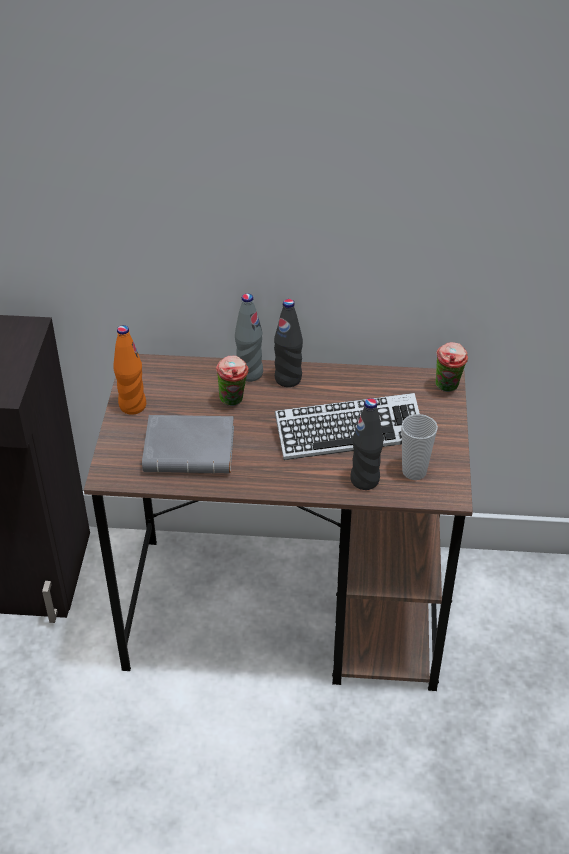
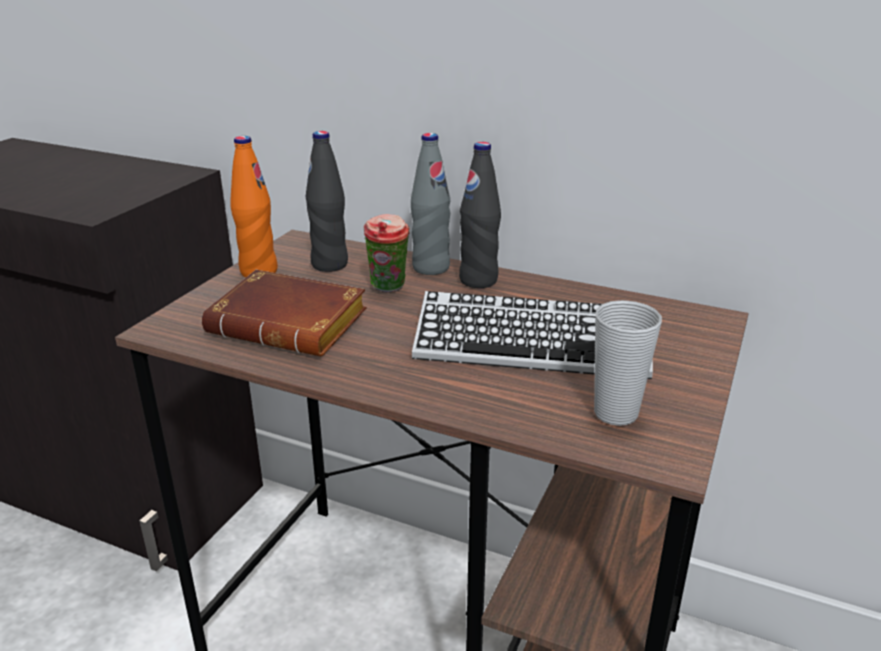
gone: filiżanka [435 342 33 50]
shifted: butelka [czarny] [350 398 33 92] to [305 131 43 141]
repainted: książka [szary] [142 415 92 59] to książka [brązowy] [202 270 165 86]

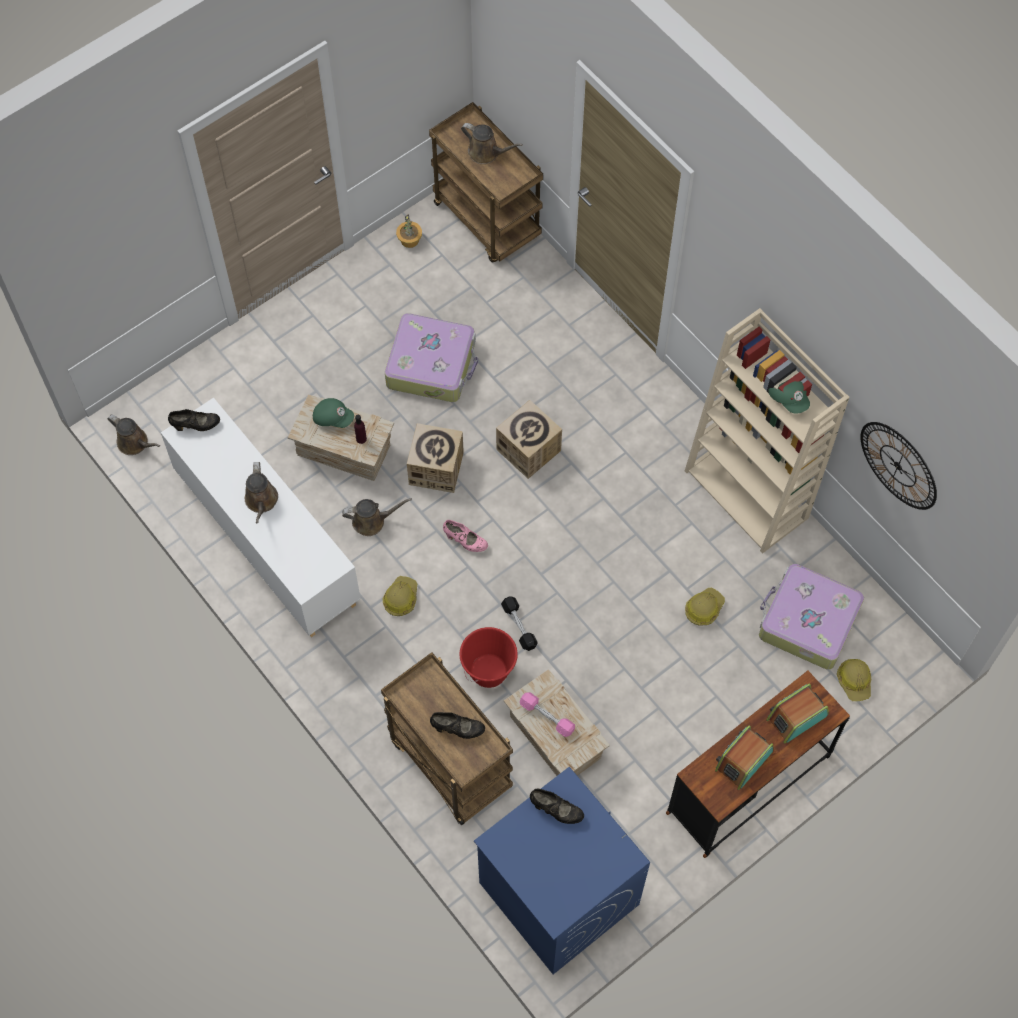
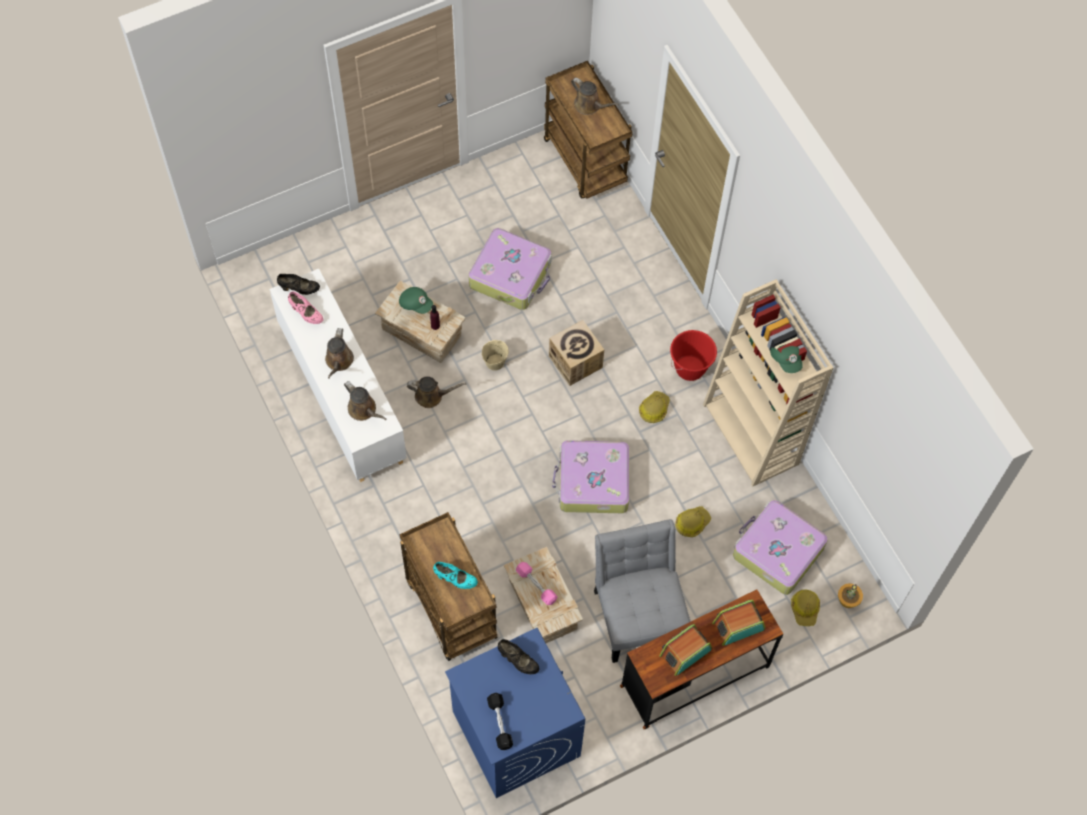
gone: zegar ścienny [860 422 77 88]
new: walizka [552 440 77 73]; krzesło [szary] [594 519 97 144]
shifted: konewka [brązowy] [107 414 53 41] to [344 381 43 40]; kask [382 576 35 40] to [639 391 31 32]; roślina doniczkowa [396 214 26 34] to [838 583 25 25]; but [różowy] [443 520 45 32] to [288 291 35 33]; wiadro [czerwony] [460 627 58 61] to [670 330 47 51]; hantel [czarny] [501 596 36 55] to [487 693 26 57]
swapped: karton [407 423 57 70] to wiadro [beżowy] [482 340 27 31]
repainted: but [czarny] [430 712 55 27] to but [turkusowy] [433 562 45 27]

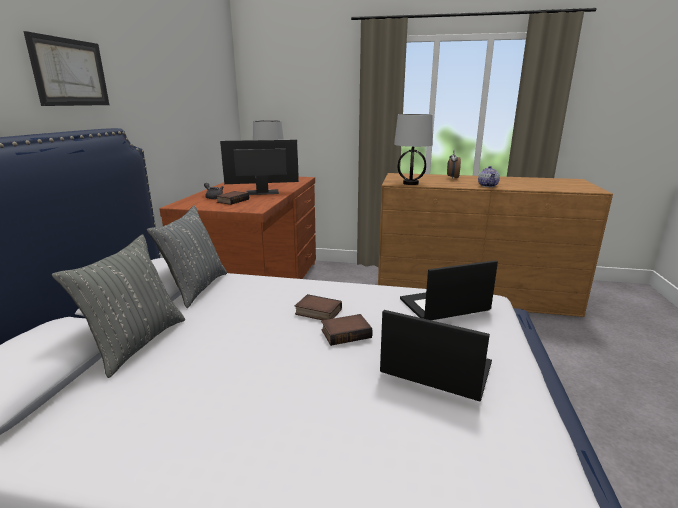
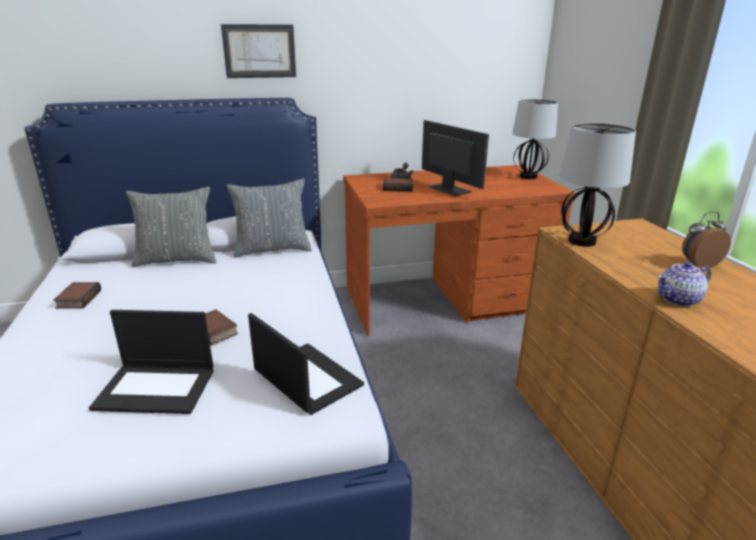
shifted: książka [295 294 47 26] to [53 282 48 27]
rotated: laptop [380 310 112 91] = [89 310 125 104] 90 degrees clockwise

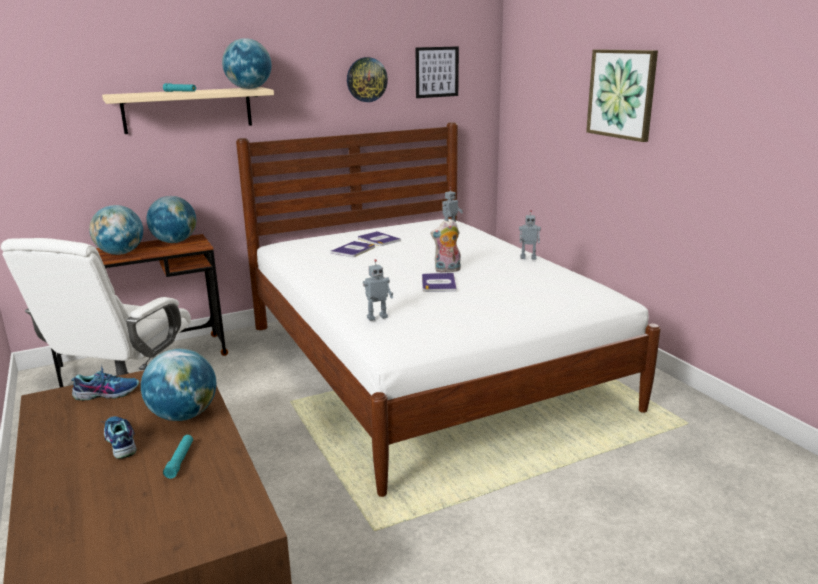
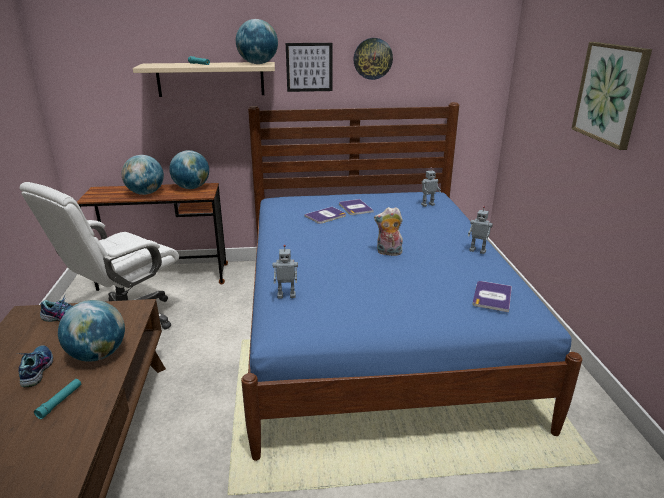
shifted: obraz [415 46 44 52] to [286 43 46 49]; książka [422 273 35 19] to [473 281 39 31]
repainted: łóżko [biały] [236 122 425 375] to łóżko [niebieski] [241 102 341 359]

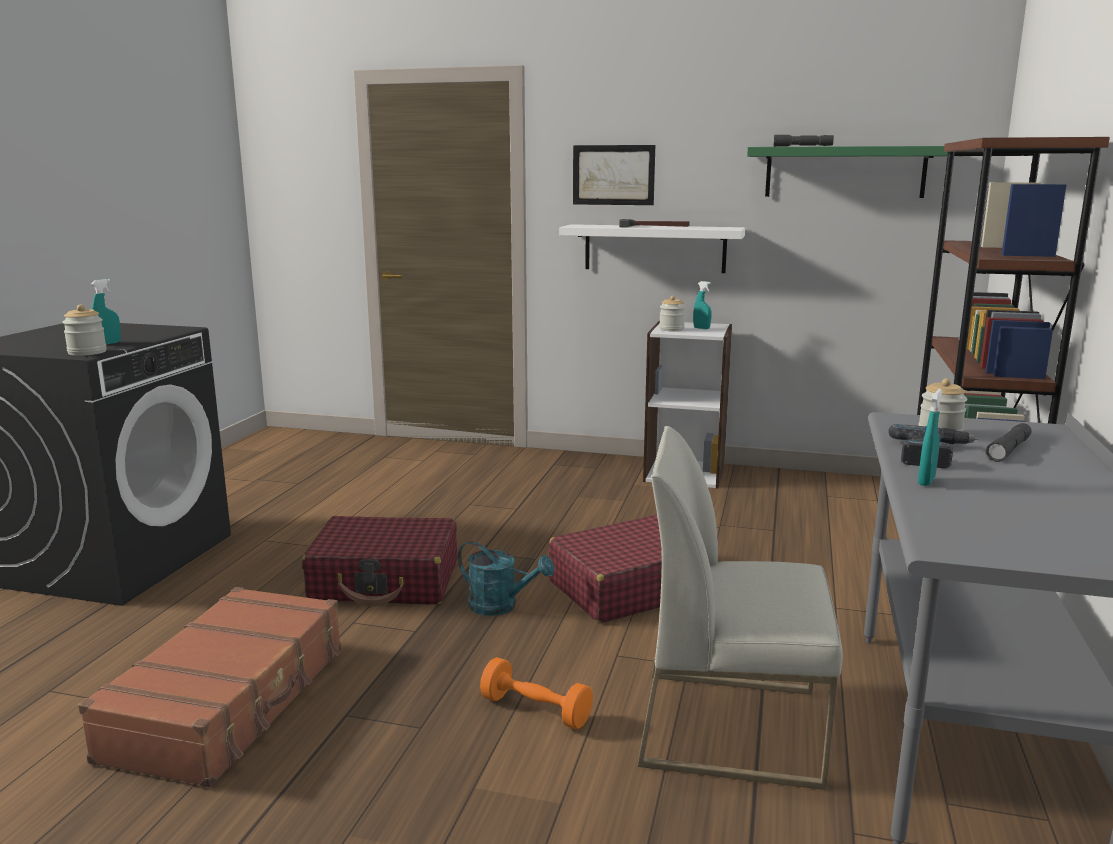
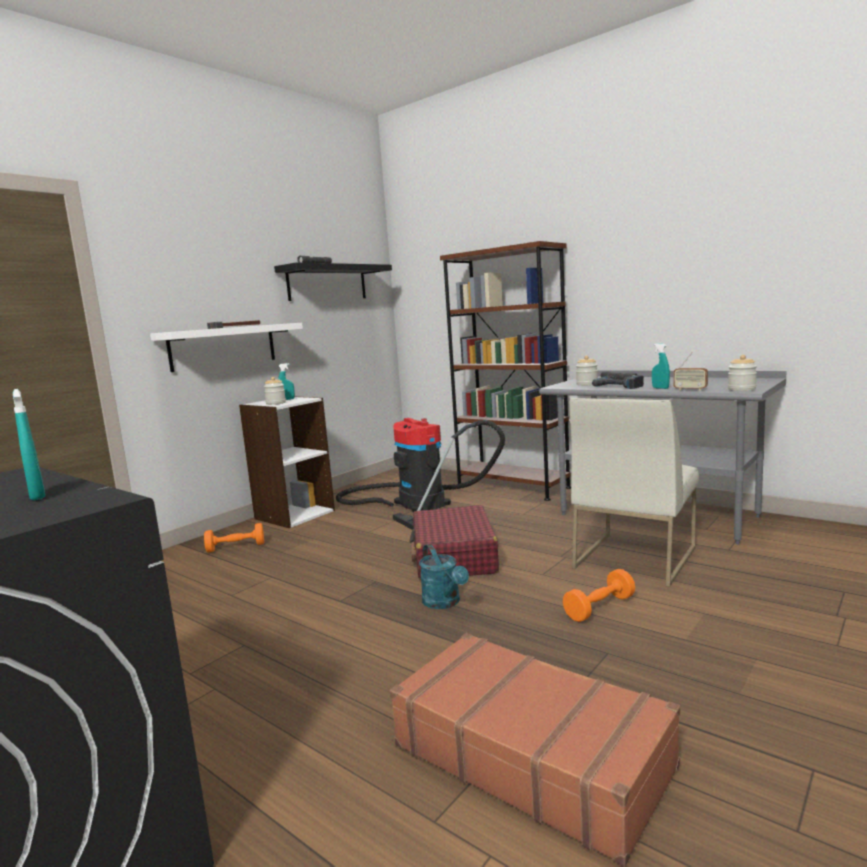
gone: walizka [czerwony] [302 516 155 90]; obraz [573 145 82 60]
new: hantel [pomarańczowy] [204 523 60 29]; odkurzacz [336 418 169 112]; radio [673 352 35 39]
shifted: słoik [62 304 45 52] to [728 355 29 36]
repainted: półka [zielony] [747 146 201 52] to półka [czarny] [274 262 118 39]
rotated: konewka [turkusowy] [458 541 96 75] = [419 544 50 65] 105 degrees clockwise

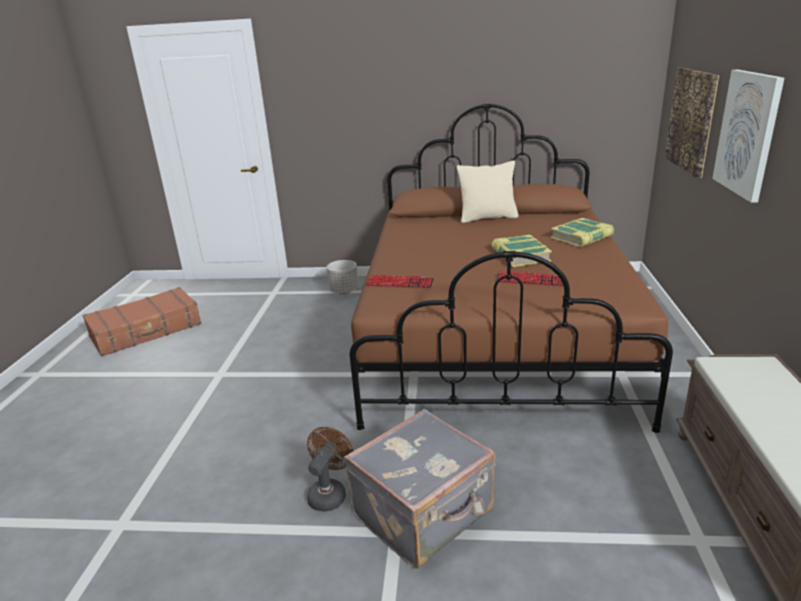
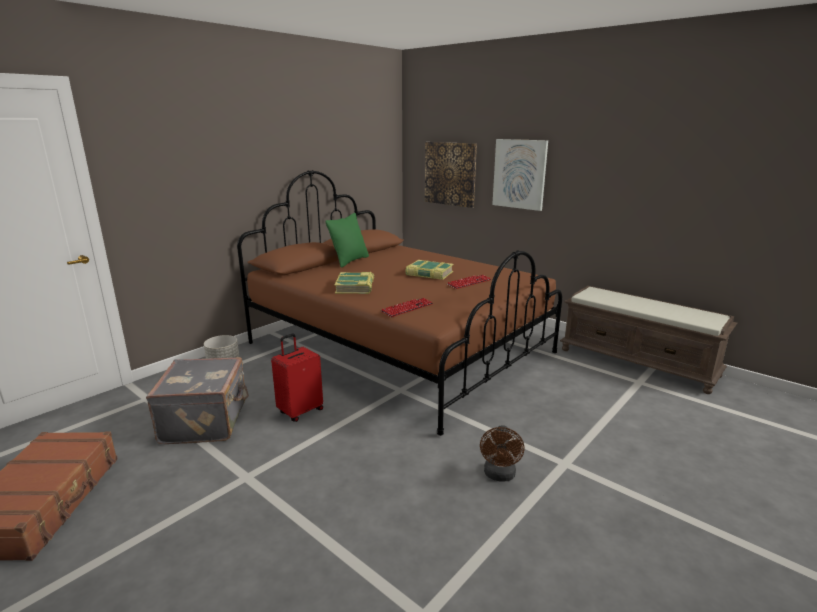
new: walizka [czerwony] [271 334 52 88]
shifted: walizka [szary] [344 409 152 160] to [146 357 103 87]; książka [550 218 64 29] to [335 272 39 22]
repainted: poduszka [beżowy] [457 161 61 62] to poduszka [zielony] [325 213 44 55]
rotated: wentylator [brązowy] [307 427 46 85] = [480 425 45 57] 135 degrees counterclockwise

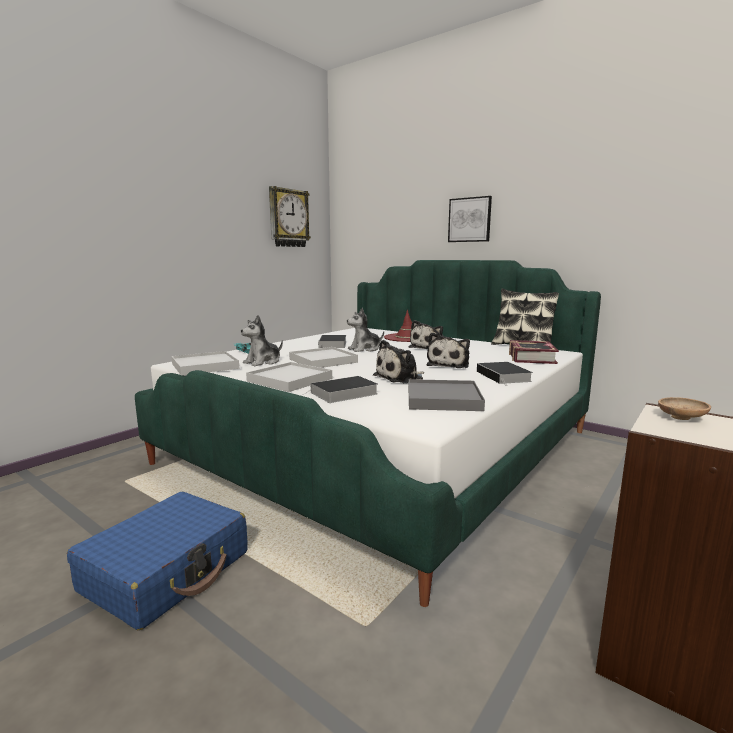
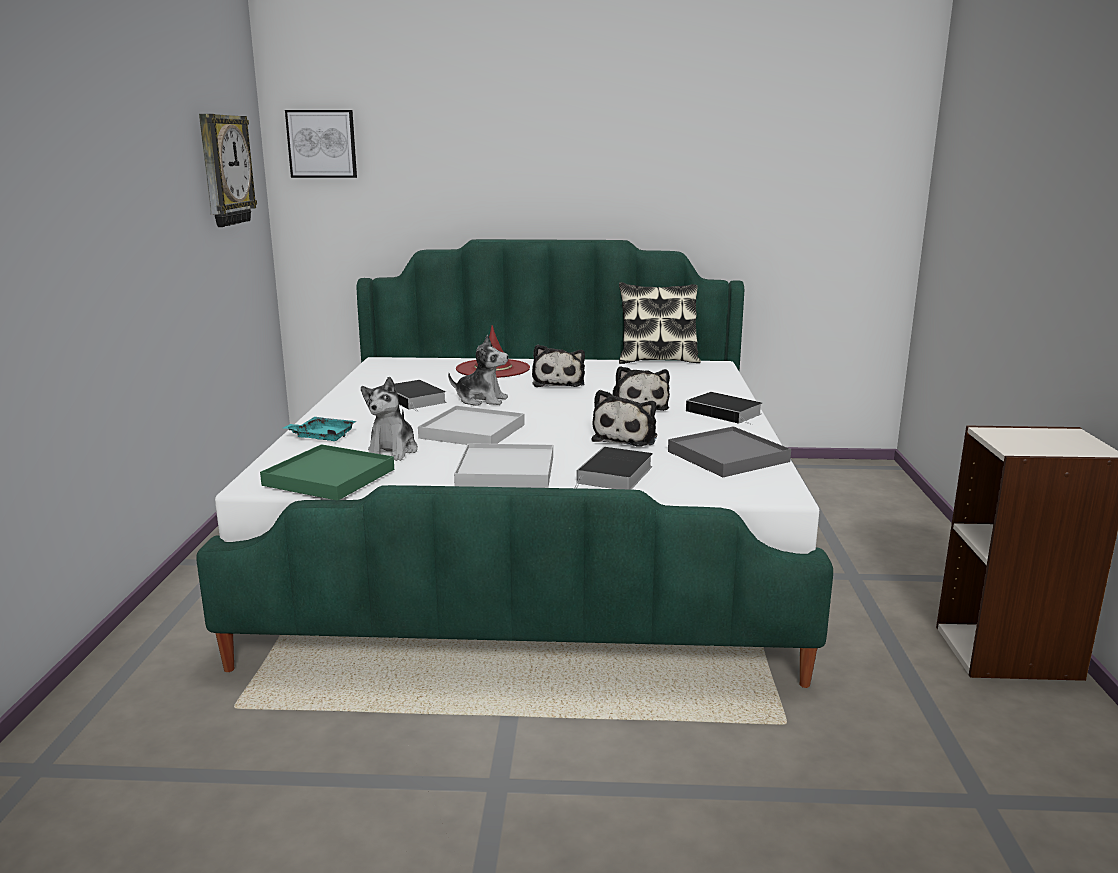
gone: walizka [niebieski] [67 492 181 138]; książka [509 340 50 24]; miska [brązowy] [658 397 53 23]
shifted: obraz [448 196 44 46] to [285 110 72 68]
repainted: taca [biały] [172 351 67 25] to taca [zielony] [260 444 134 57]
rotated: pluszak [347 308 37 44] = [448 335 61 71] 105 degrees counterclockwise

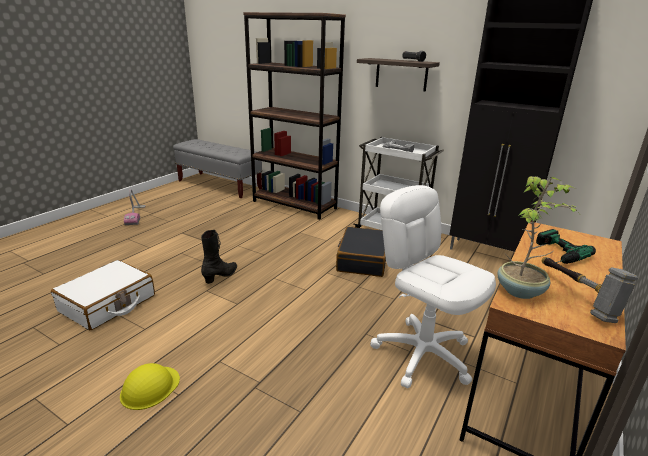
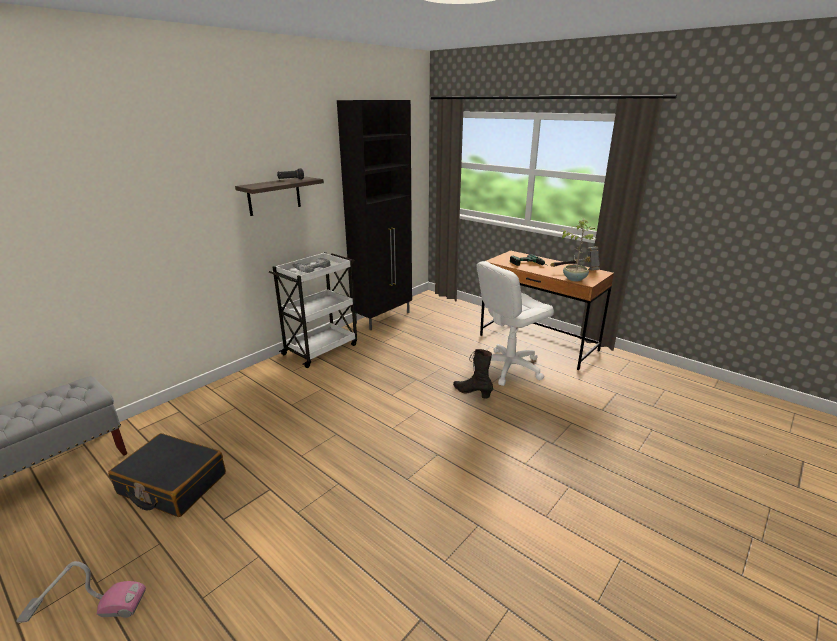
gone: walizka [biały] [51 260 104 70]; kask [żółty] [120 363 60 47]; regał [brązowy] [243 12 103 208]
shifted: but z cholewką [czarny] [201 230 36 54] to [453 349 40 50]; walizka [czarny] [336 227 50 50] to [108 433 118 84]

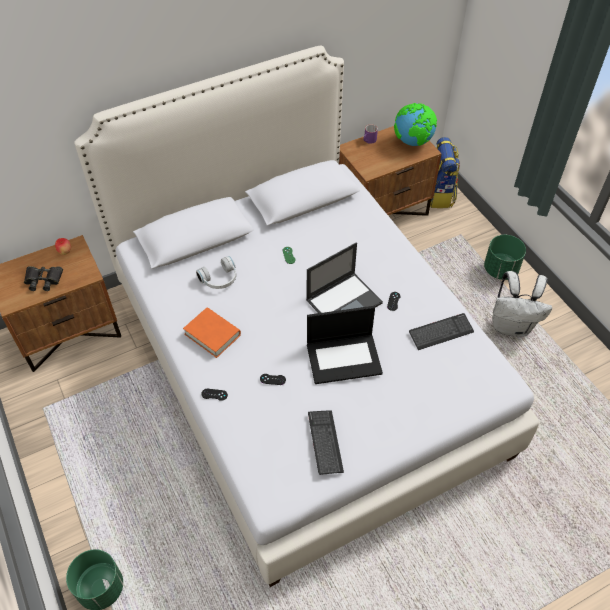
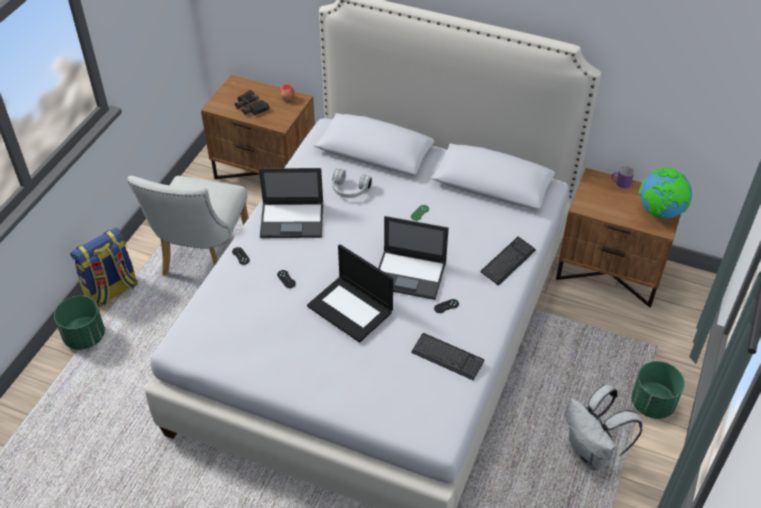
new: krzesło [biały] [128 176 120 100]
shifted: klawiatura [308 410 36 65] to [481 237 55 49]; plecak [430 137 30 71] to [70 228 68 79]
swapped: książka [pomarańczowy] [183 307 58 51] to laptop [259 168 64 70]

